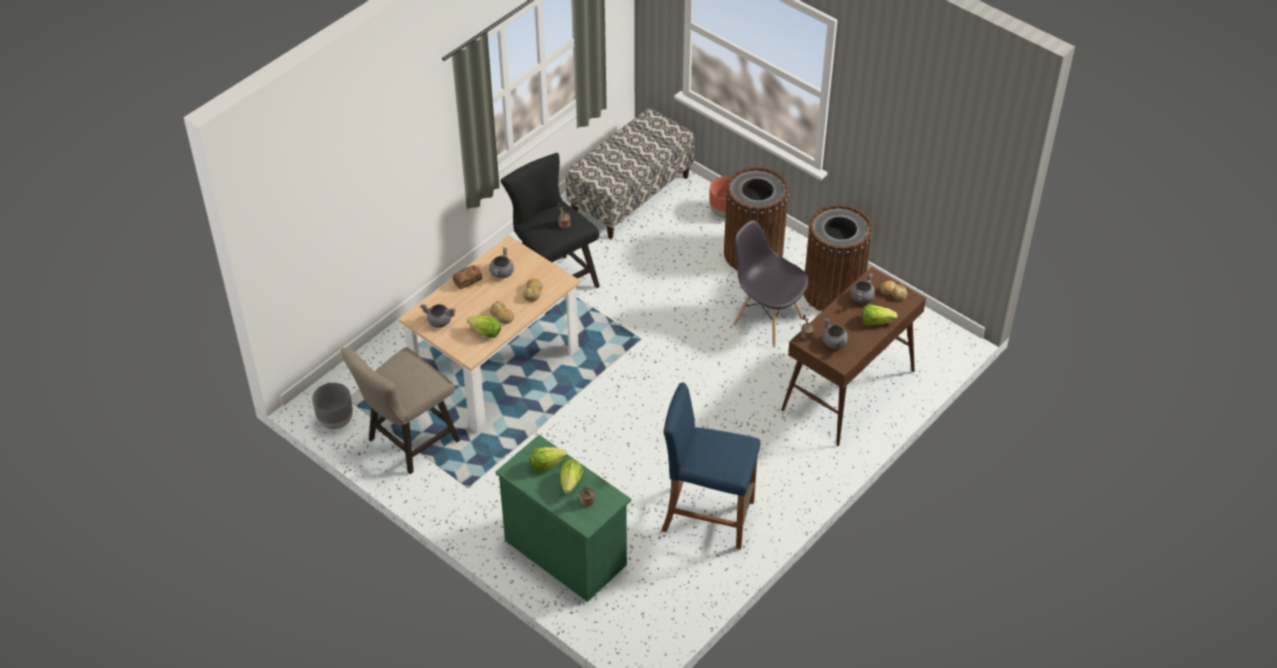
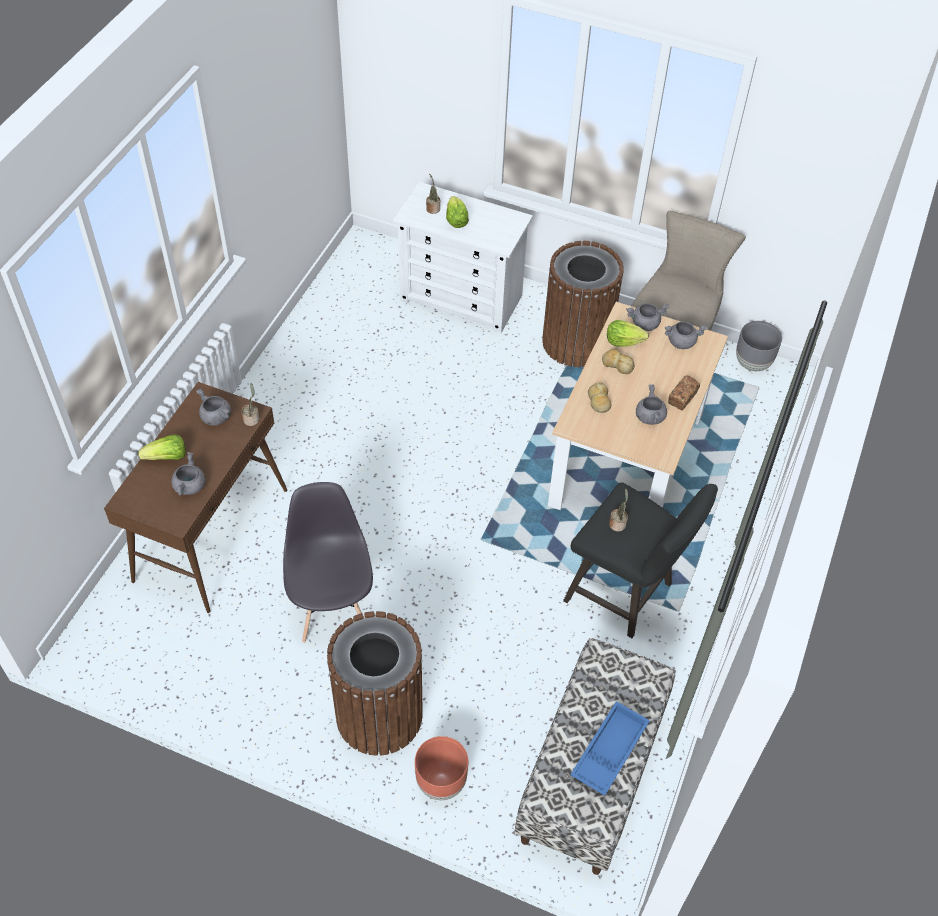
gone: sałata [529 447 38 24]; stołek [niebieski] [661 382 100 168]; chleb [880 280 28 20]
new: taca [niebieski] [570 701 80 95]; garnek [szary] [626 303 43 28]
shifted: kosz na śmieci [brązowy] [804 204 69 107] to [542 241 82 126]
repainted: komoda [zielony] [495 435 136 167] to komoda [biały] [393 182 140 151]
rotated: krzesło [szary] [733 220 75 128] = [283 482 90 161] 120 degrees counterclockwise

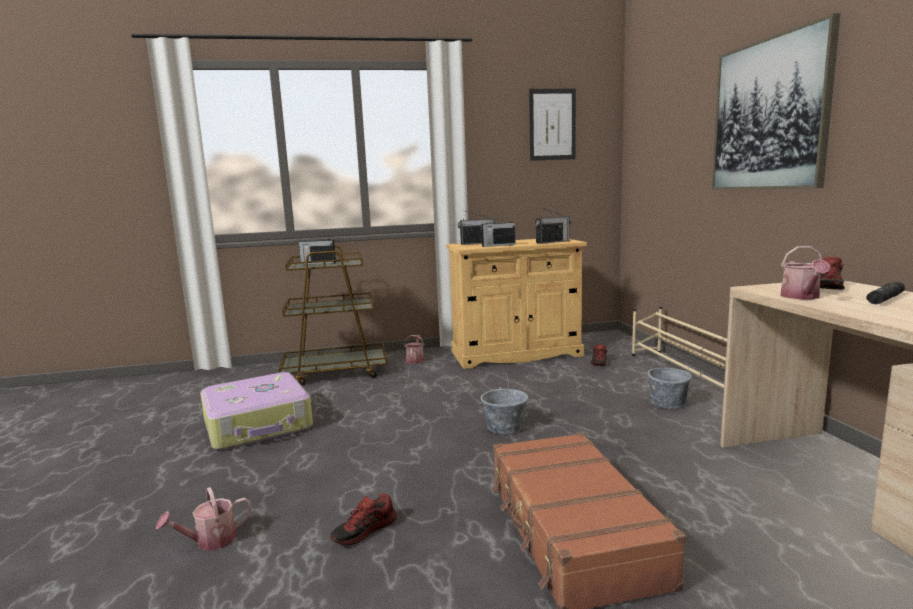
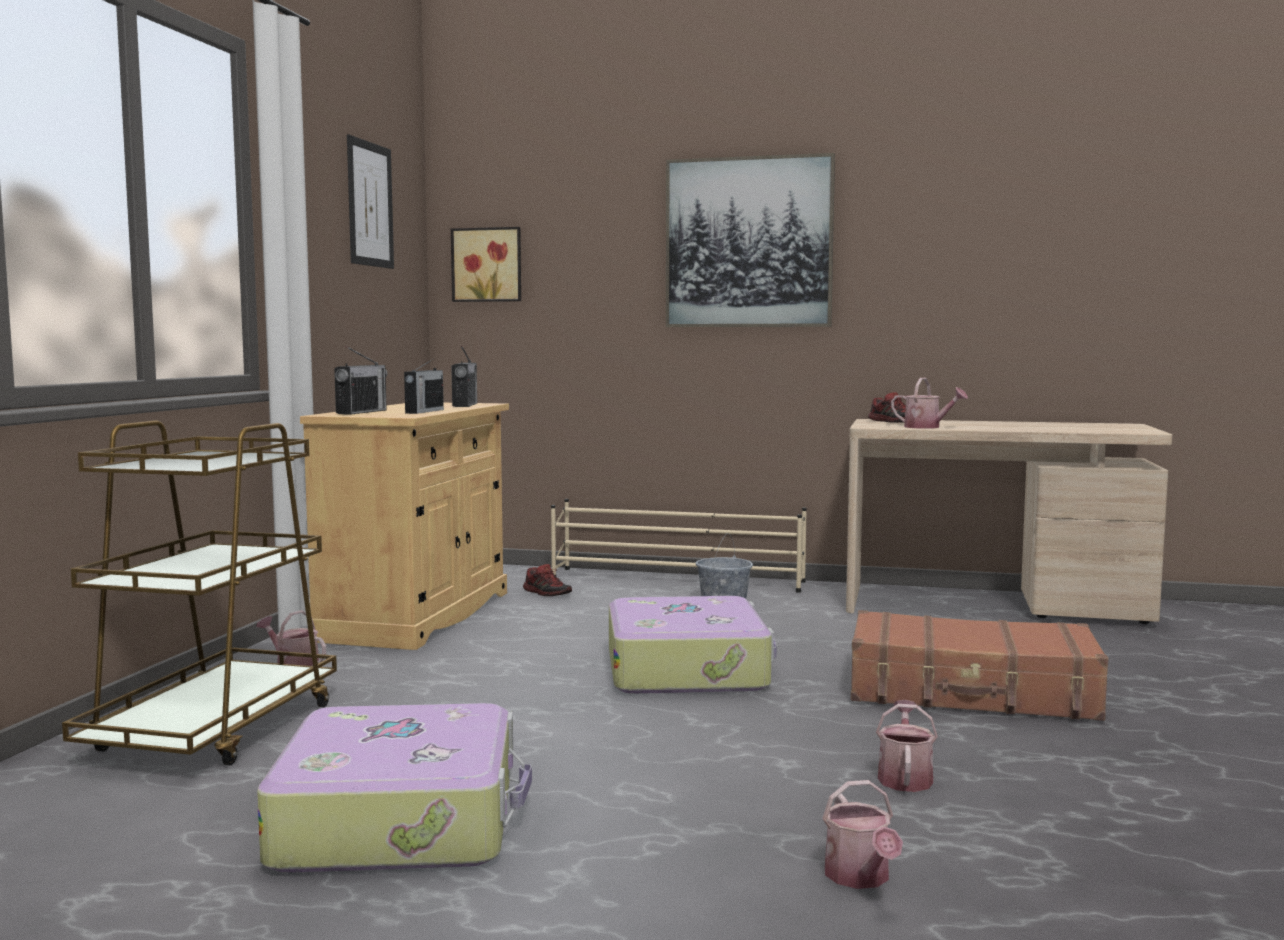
gone: radio [298 234 38 31]; latarka [czarny] [866 281 39 23]
new: obraz [451 227 70 75]
swapped: but [330 493 67 52] to konewka [876 700 62 92]; wiadro [szary] [481 373 47 61] to walizka [609 596 168 98]

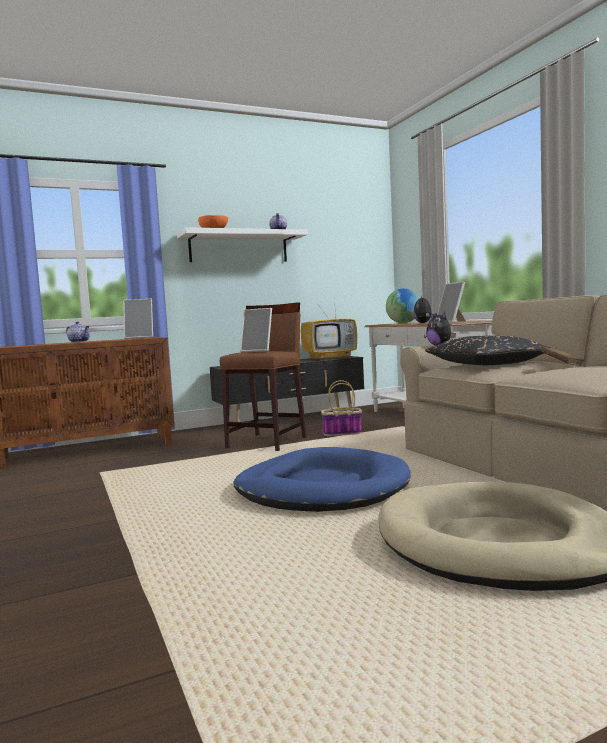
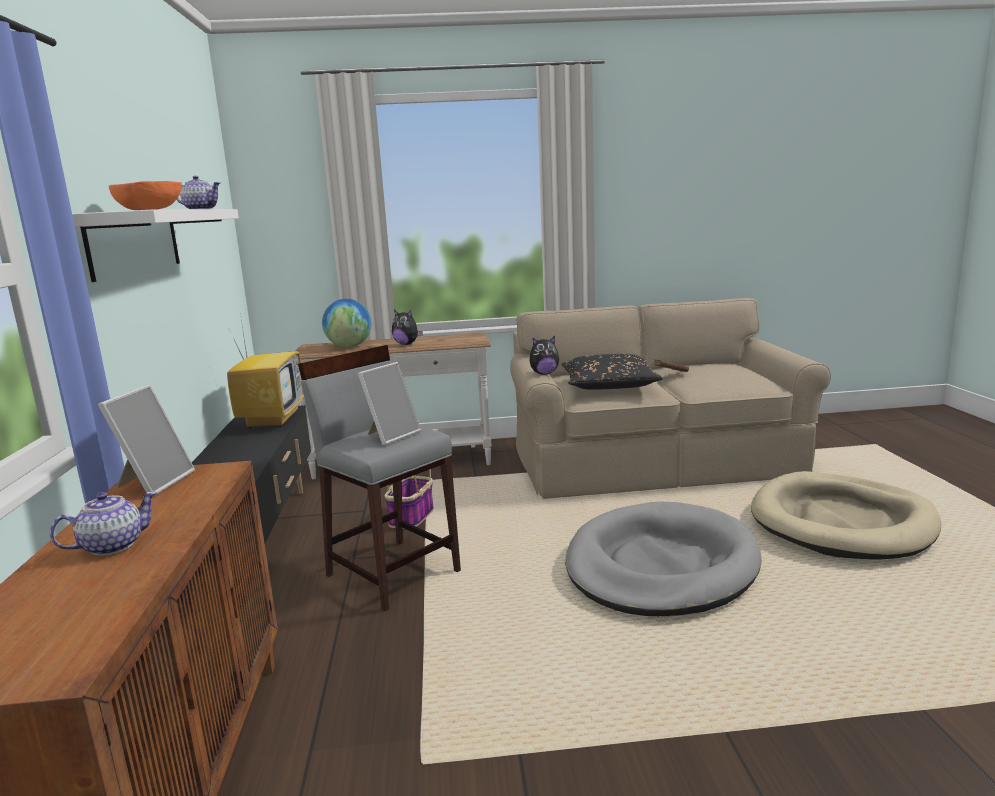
gone: ramka na zdjęcie [437 282 29 41]
repainted: stołek [brązowy] [220 302 86 149] to stołek [szary] [298 345 163 266]; legowisko [niebieski] [234 447 177 65] to legowisko [szary] [565 502 197 114]

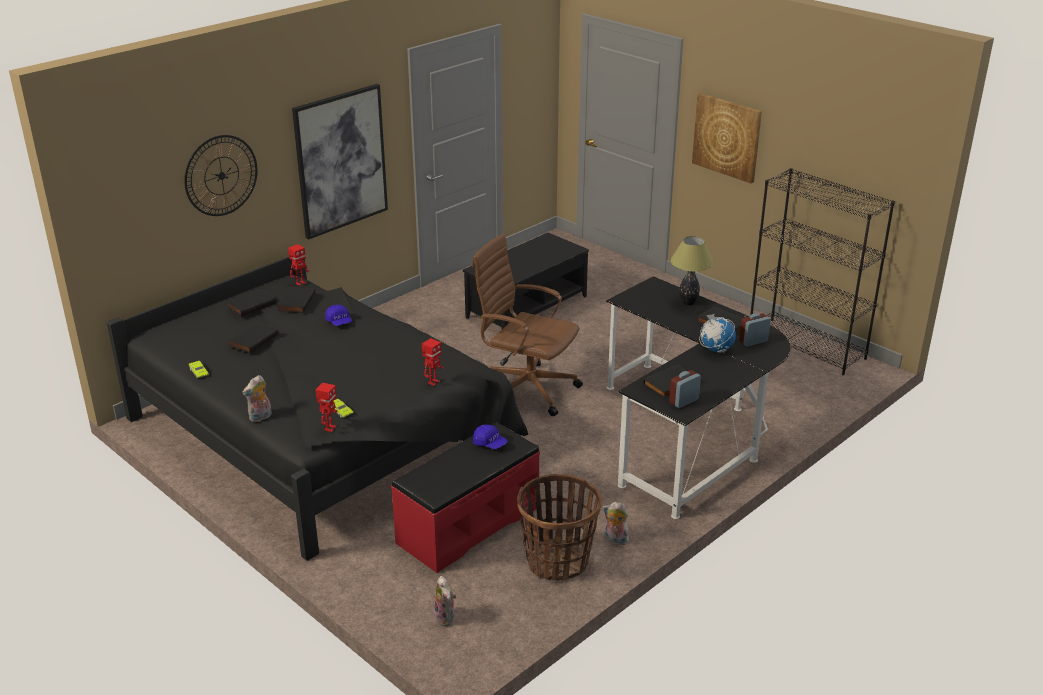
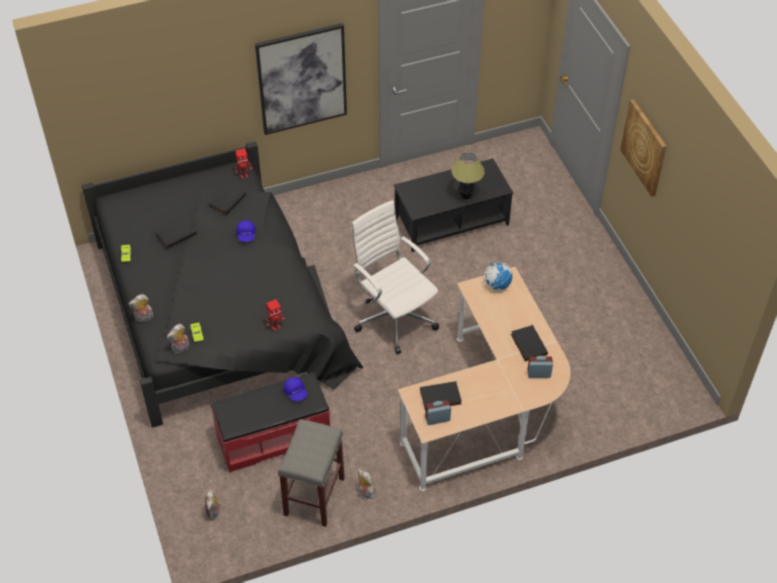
gone: zegar ścienny [184 135 73 81]; książka [czarny] [226 289 50 27]; regał [czarny] [750 168 145 207]
shifted: lampa stołowa [671 236 42 69] to [451 152 34 47]; globus [699 314 37 39] to [484 262 28 29]
swapped: robot zabawkowy [315 383 23 49] to pluszak [167 324 22 29]; koszyk [517 474 85 107] to stołek [szary] [278 419 67 108]
repainted: krzesło biurowe [brązowy] [472 234 111 182] to krzesło biurowe [biały] [351 200 88 154]; biurko [czarny] [606 276 185 243] to biurko [beżowy] [398 267 172 224]

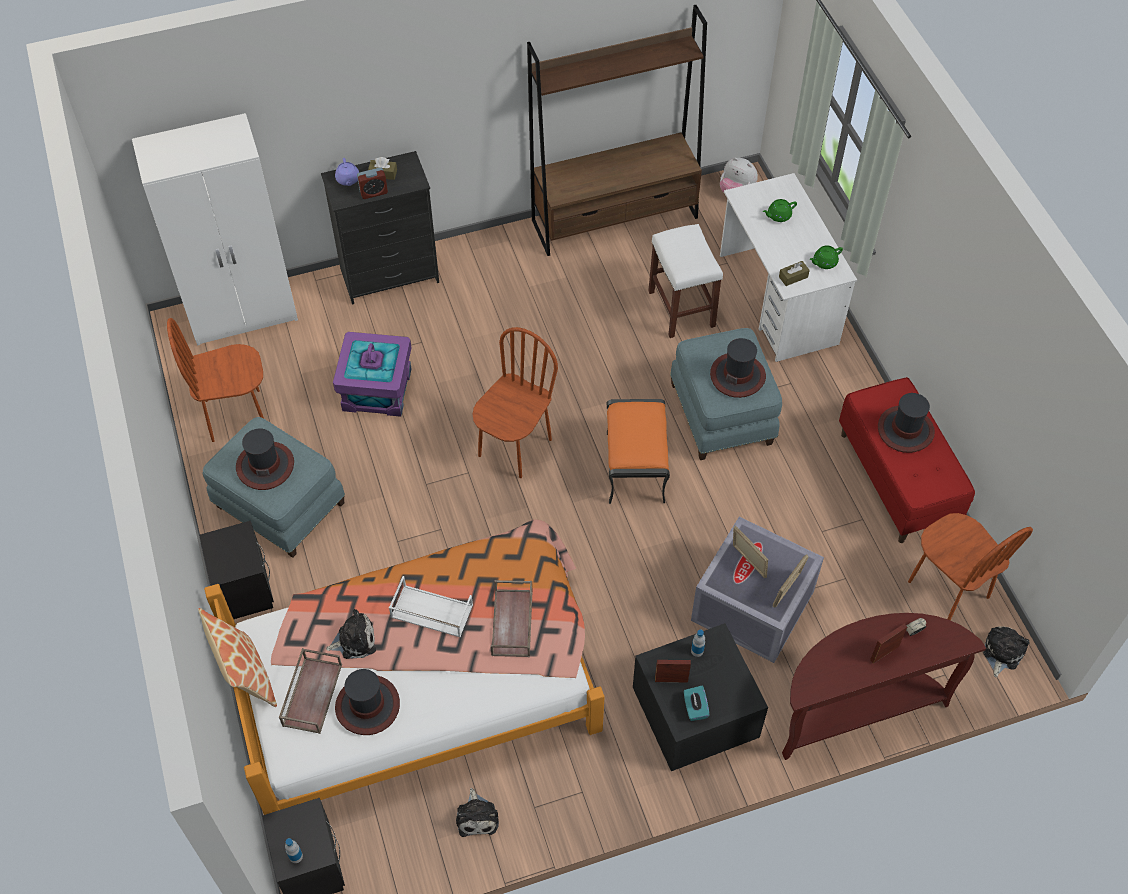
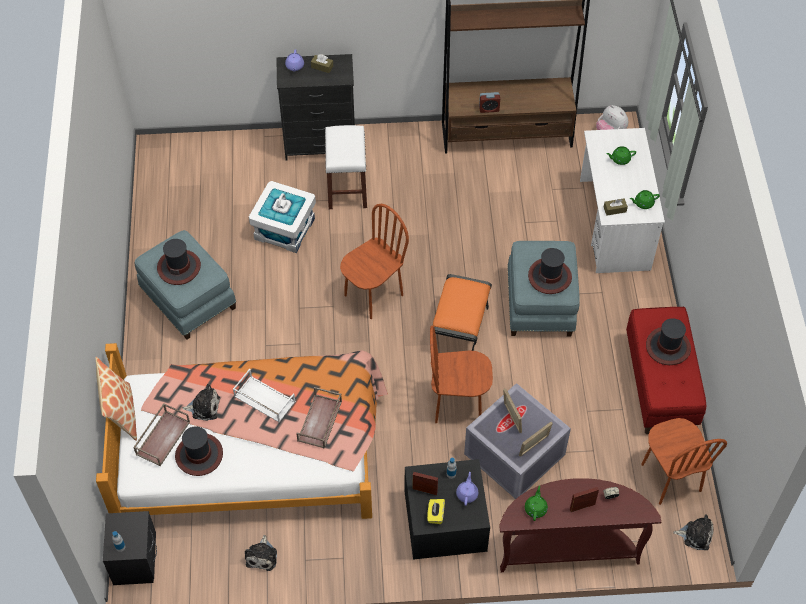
gone: szafa [biały] [132 113 166 233]; szafka nocna [czarny] [199 521 75 98]
new: imbryk [fioletowy] [456 472 22 34]; imbryk [zielony] [525 486 23 35]
shifted: krzesło [brązowy] [167 318 97 124] to [430 326 63 97]; budzik [357 167 31 32] to [479 92 21 21]; stołek [biały] [648 224 75 114] to [325 125 42 84]
repainted: pojemnik do przechowywania [fioletowy] [333 332 79 85] to pojemnik do przechowywania [biały] [249 181 67 72]; pudełko chusteczek [turkusowy] [684 686 25 35] to pudełko chusteczek [żółty] [427 499 18 25]
rotated: pluszak [983 626 46 51] = [673 514 41 36] 60 degrees clockwise

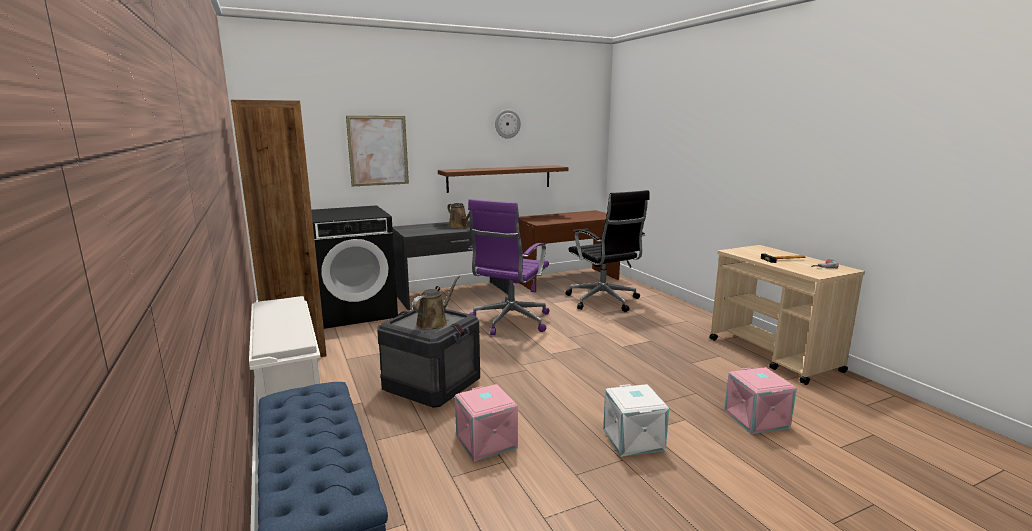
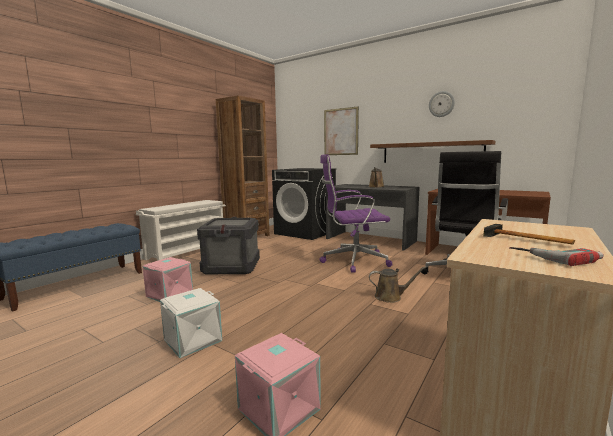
shifted: konewka [brązowy] [412 275 48 55] to [369 266 58 37]

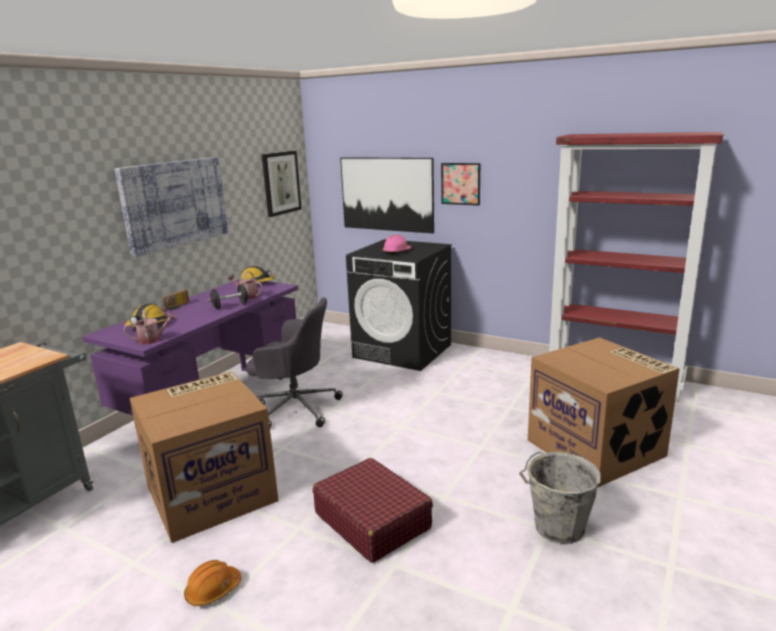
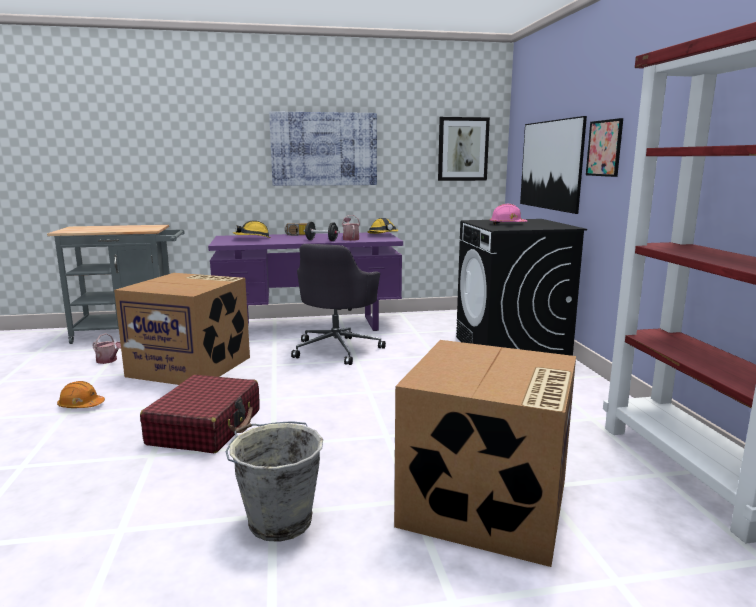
shifted: konewka [124 310 53 35] to [93 333 28 31]
rotated: krzesło biurowe [szary] [246 297 97 130] = [291 244 95 121] 45 degrees clockwise

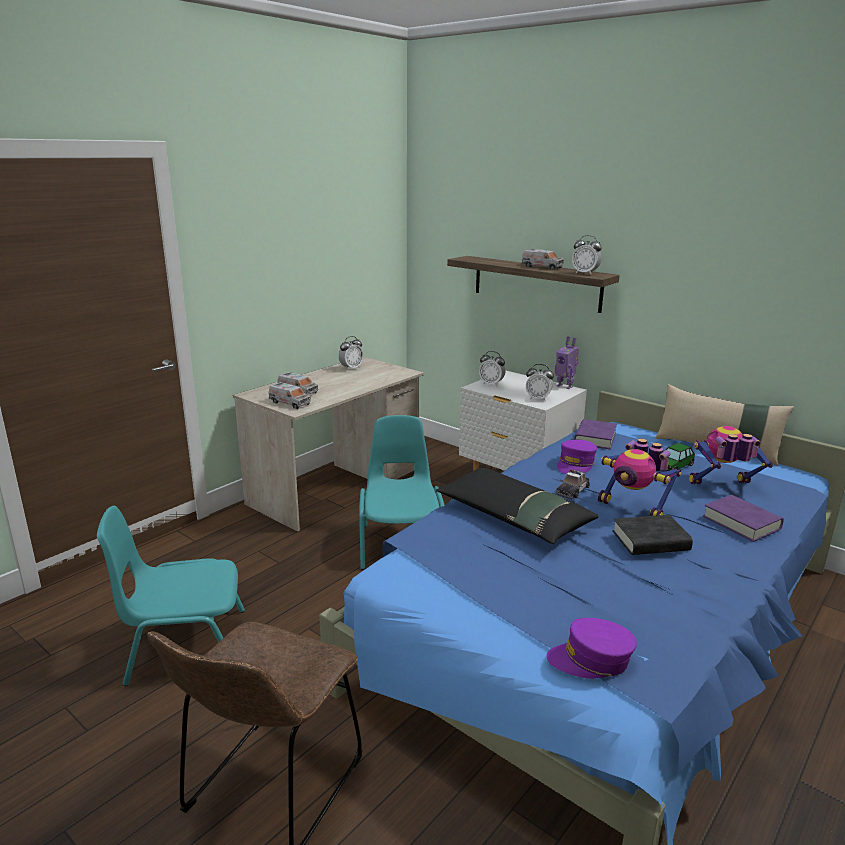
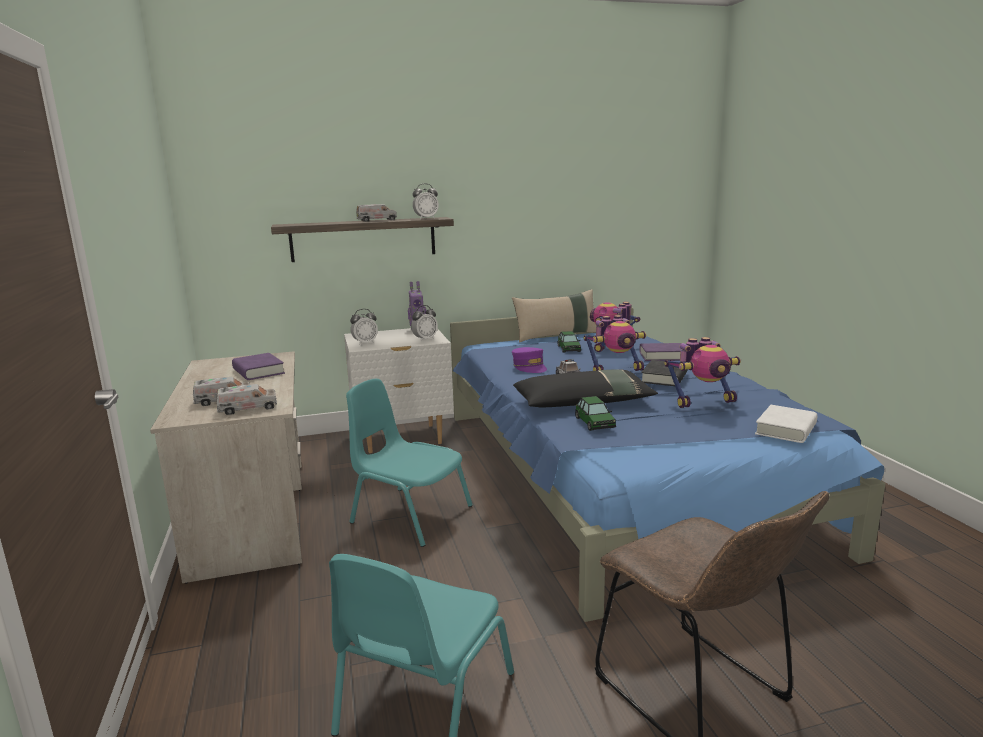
gone: budzik [339 336 25 35]
new: samochodzik [575 396 41 35]; robot zabawkowy [664 337 77 71]
shifted: książka [fioletowy] [574 419 43 30] to [232 353 53 27]
swapped: czapka z daszkiem [fioletowy] [547 618 90 61] to książka [biały] [755 405 62 38]

